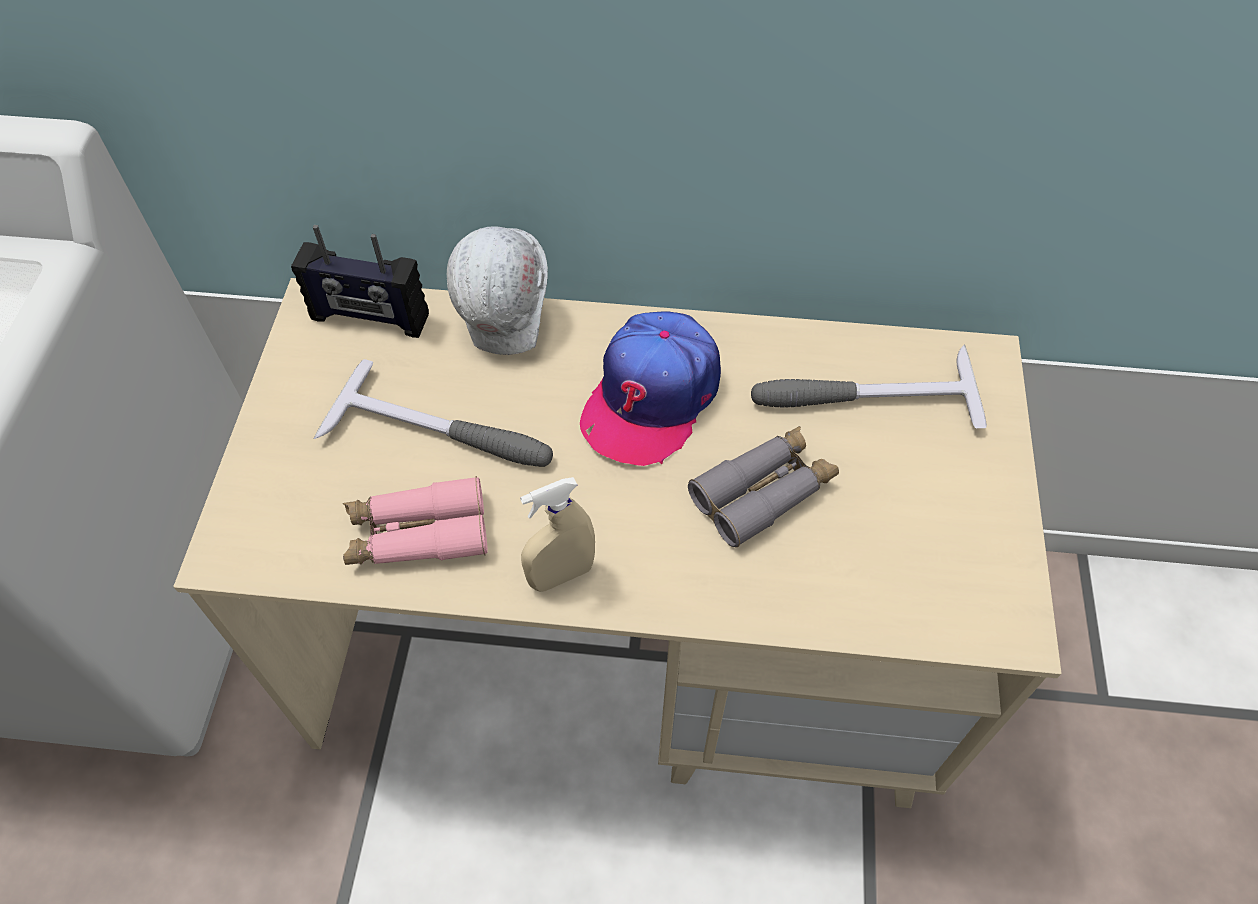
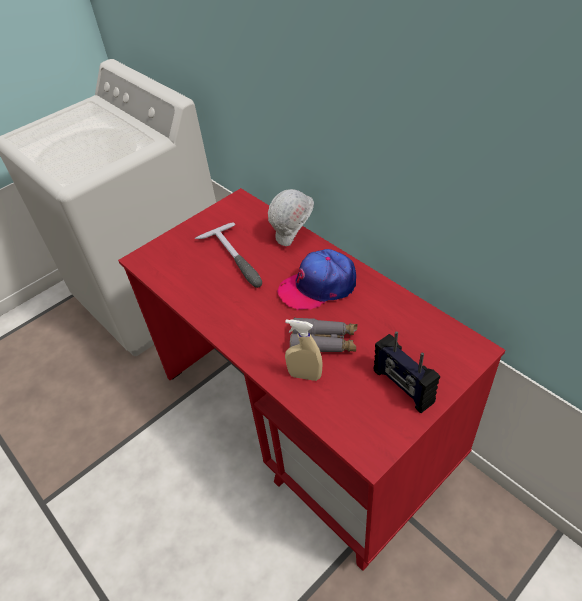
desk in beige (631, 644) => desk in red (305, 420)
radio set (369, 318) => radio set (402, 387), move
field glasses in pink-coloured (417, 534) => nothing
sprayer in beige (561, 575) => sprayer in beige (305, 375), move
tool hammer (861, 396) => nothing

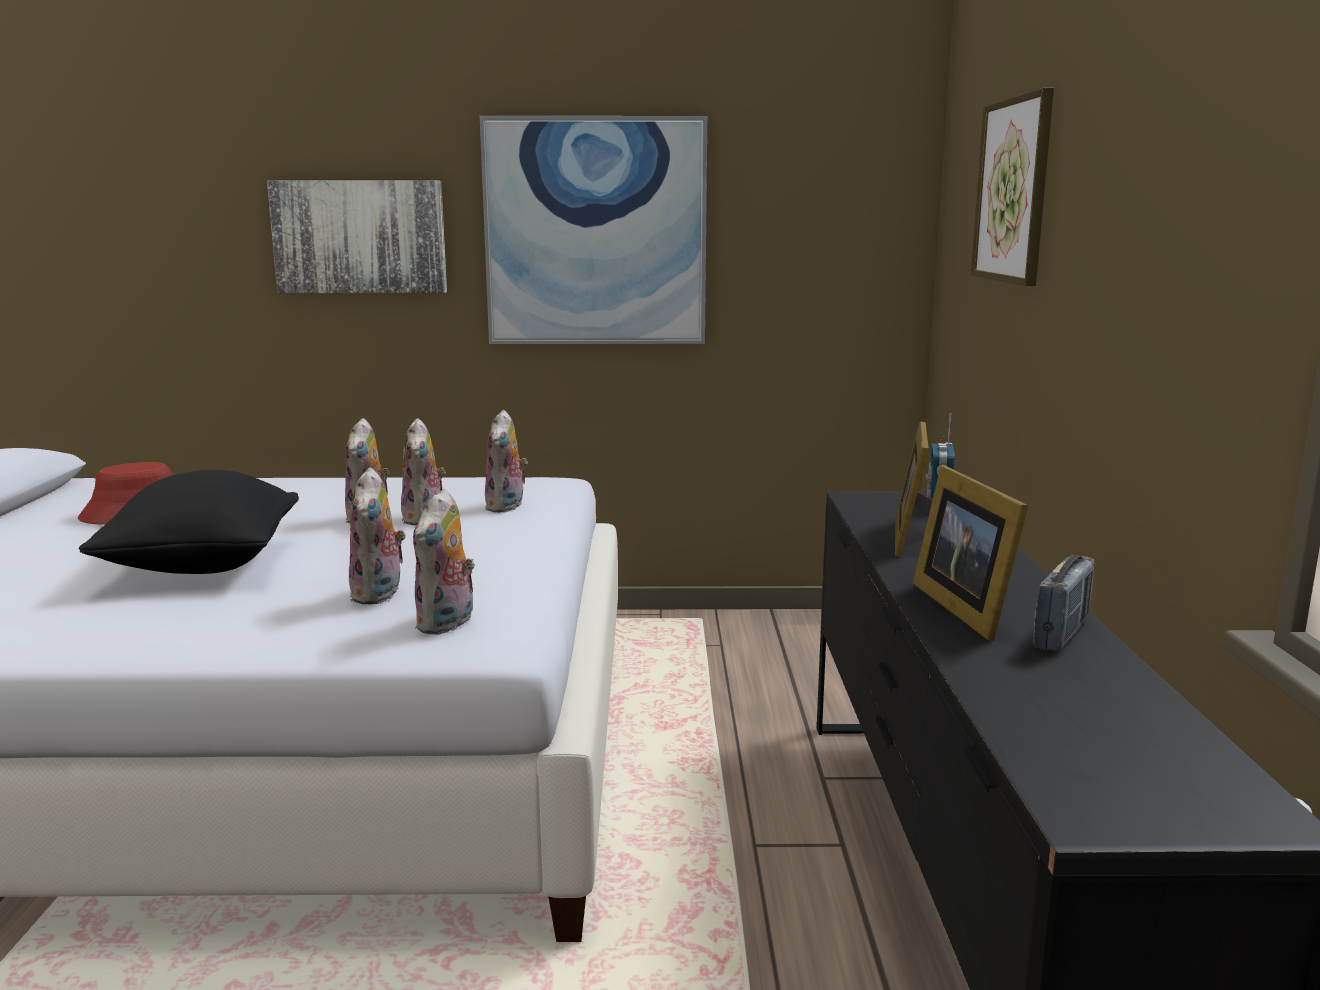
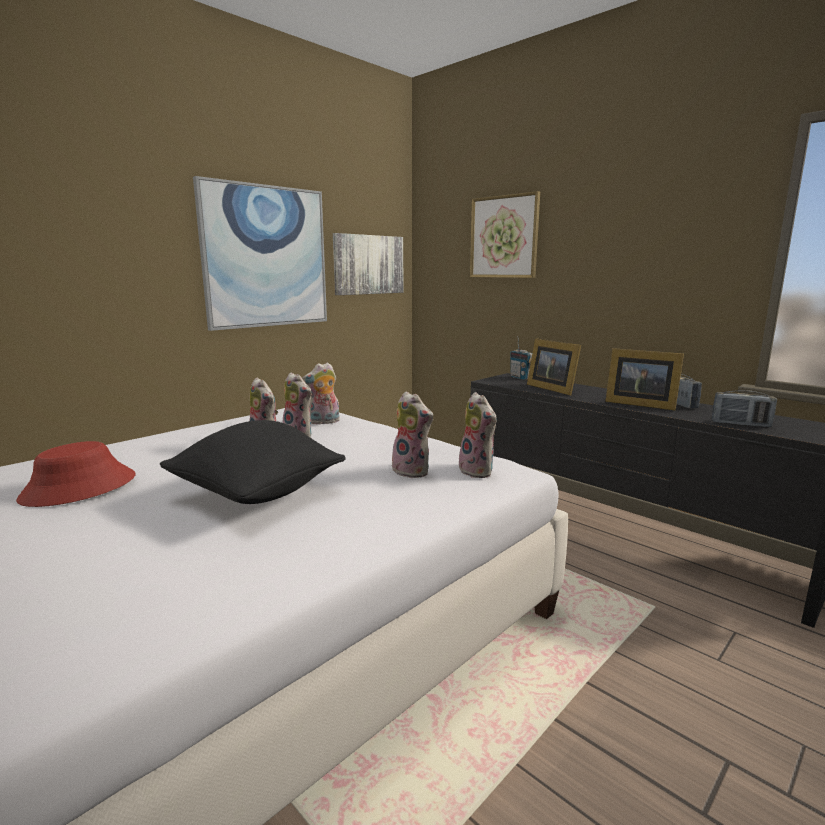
wall art (360, 237) => wall art (368, 264), move
soft toy (507, 507) => soft toy (324, 422), 105 degrees clockwise
nothing => radio set (740, 424)

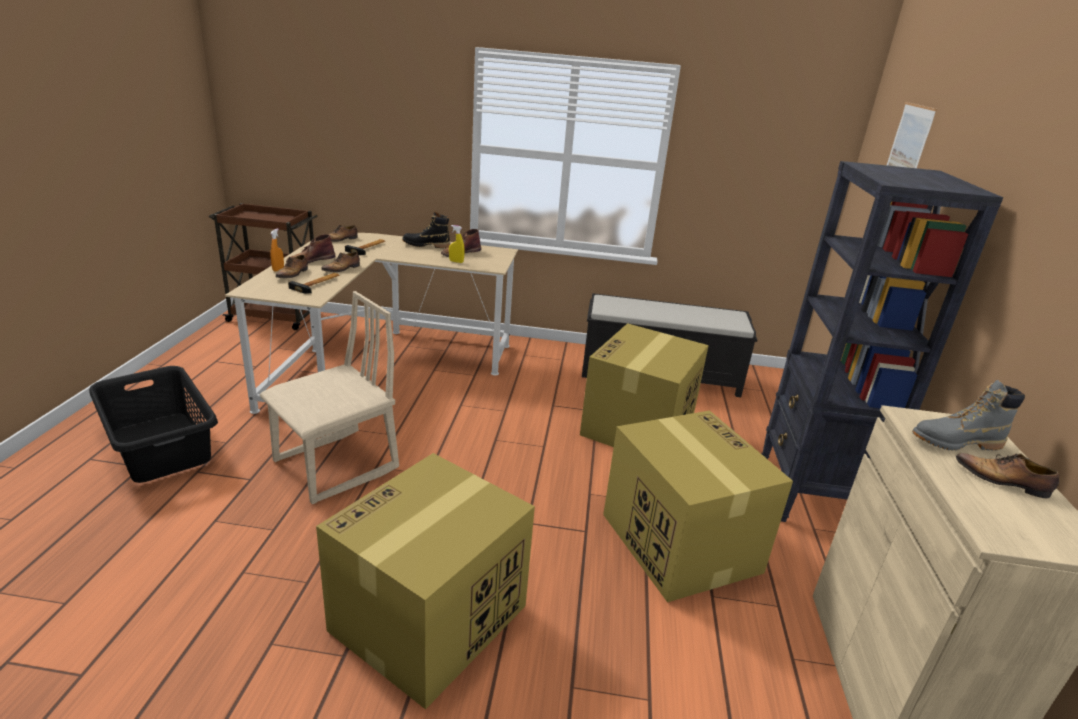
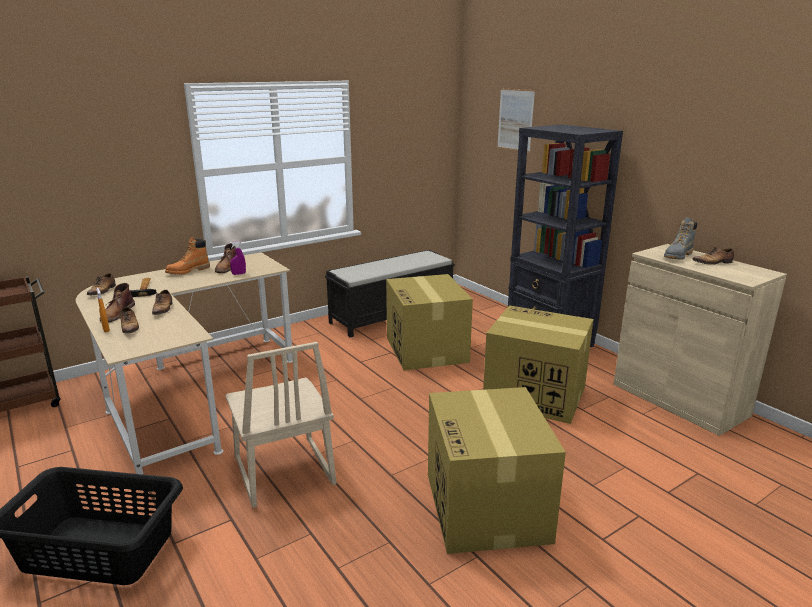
plain chair in beige (336, 466) => plain chair in beige (282, 472), 150 degrees clockwise
tool hammer (318, 284) => nothing
high-top boot in black-coloured (426, 245) => high-top boot in orange-coloured (188, 271)
sprayer in yellow-coloured (456, 261) => sprayer in purple-coloured (239, 274)

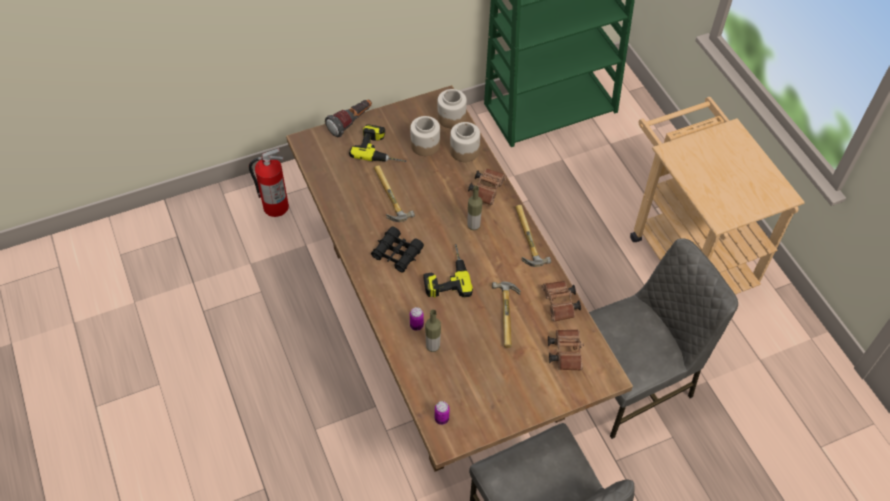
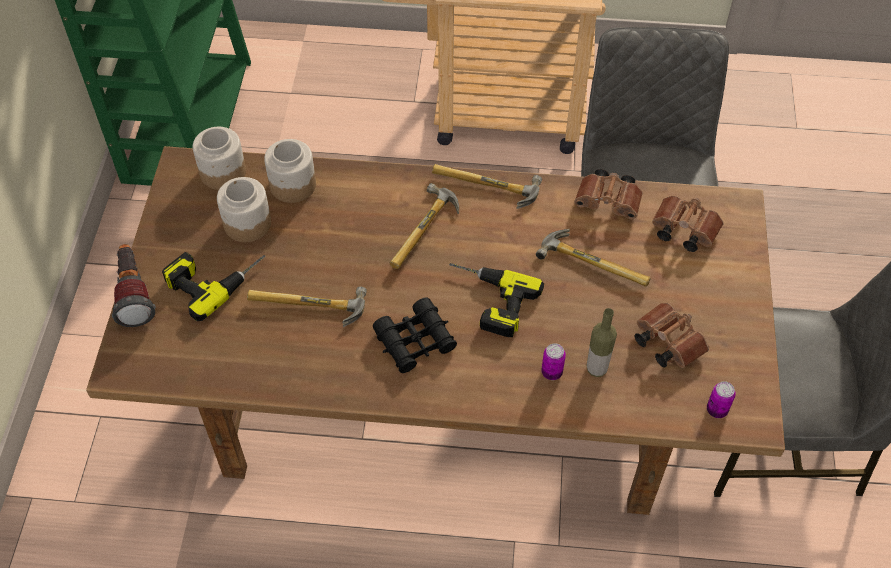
fire-fighting cylinder (275, 207) => nothing
bottle (473, 226) => tool hammer (427, 233)
field glasses in brown-coloured (487, 189) => field glasses in brown-coloured (666, 342), move

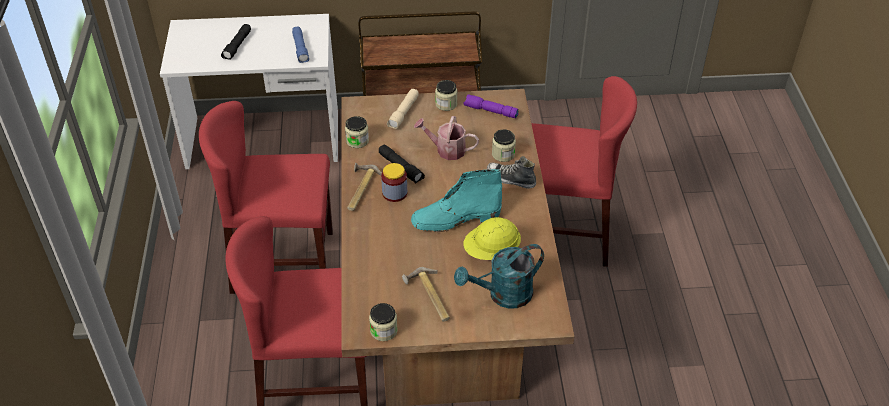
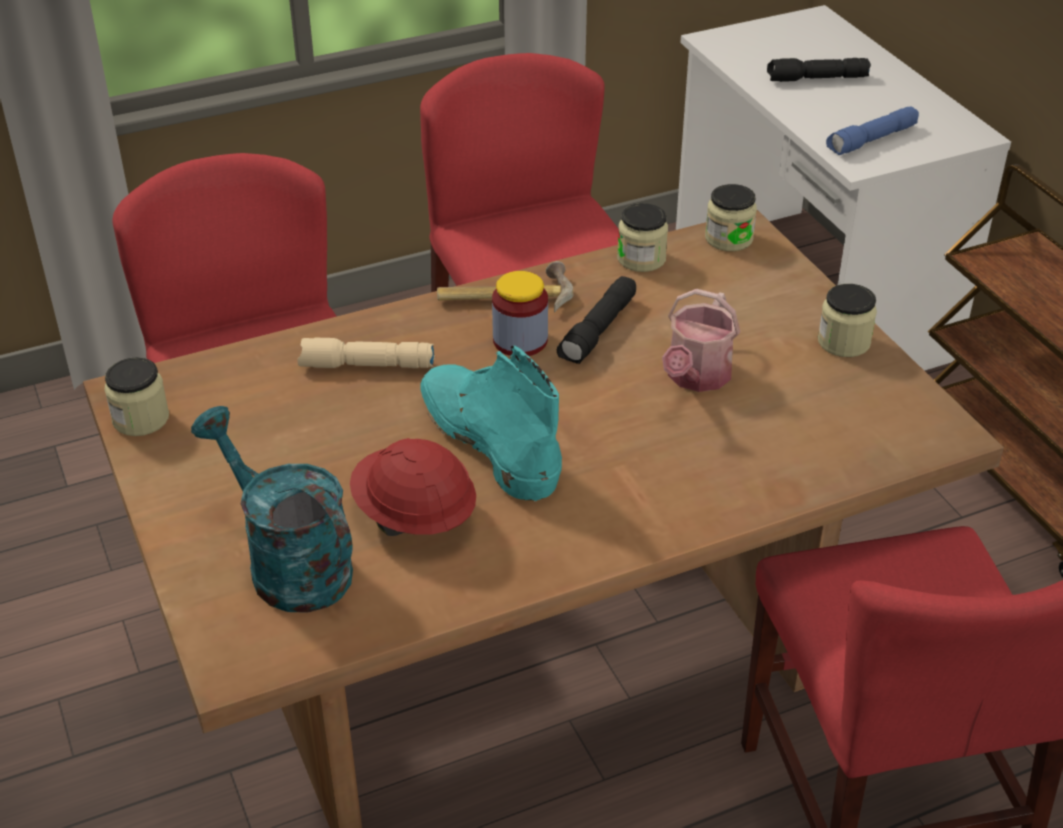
hand torch in beige (404, 113) => hand torch in beige (366, 366), move
tool hammer (429, 297) => nothing
sprinkling can (446, 150) => sprinkling can (695, 377), 150 degrees counterclockwise
work helmet in yellow-coloured (491, 252) => work helmet in red (413, 516)
hand torch in purple-coloured (490, 111) => nothing
item of footwear (510, 179) => nothing
preserve jar (503, 154) => preserve jar (729, 239), move

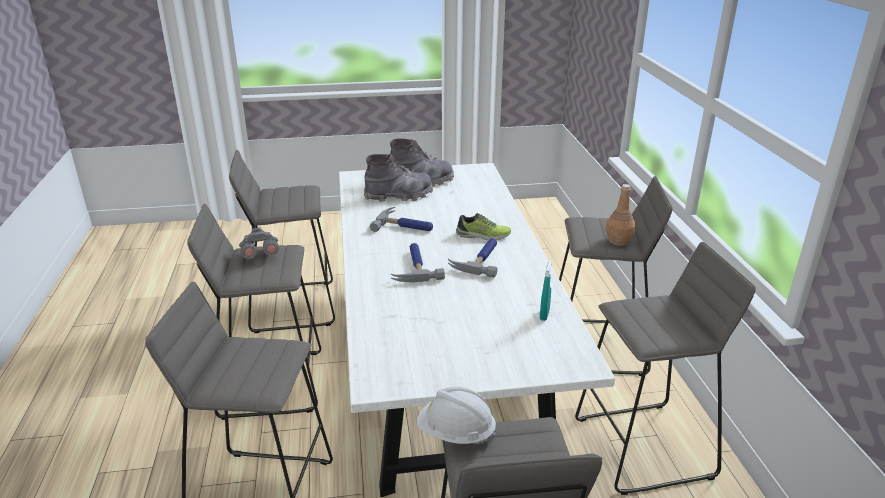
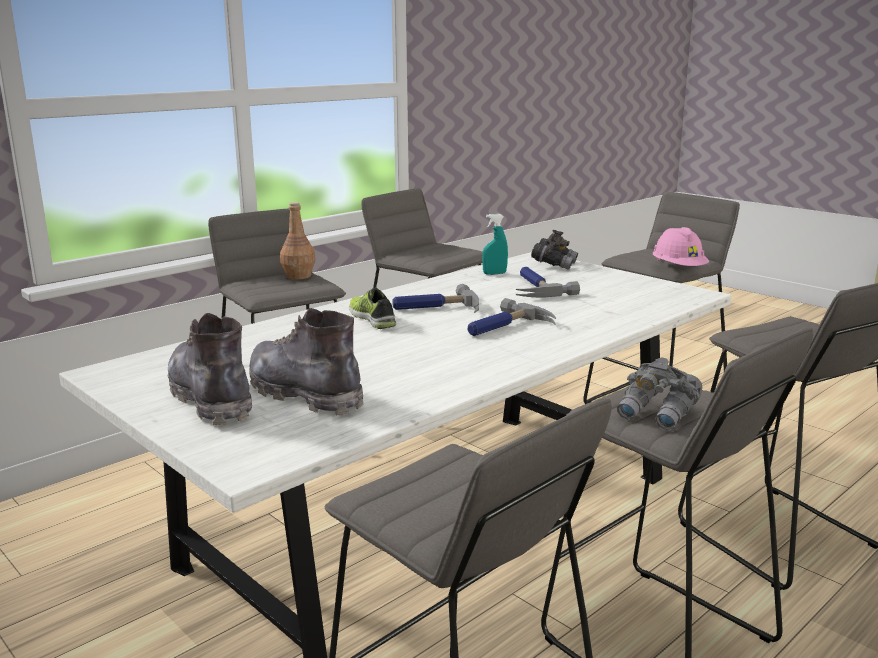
tool hammer (405, 226) => tool hammer (534, 288), move
work helmet in white-coloured (455, 433) => work helmet in pink-coloured (678, 269)
nothing => field glasses in grey (554, 265)

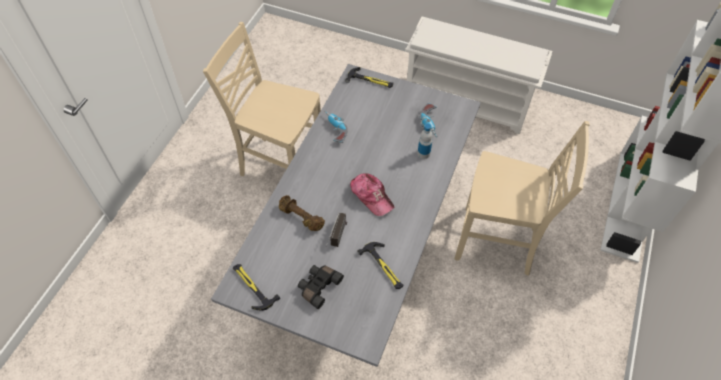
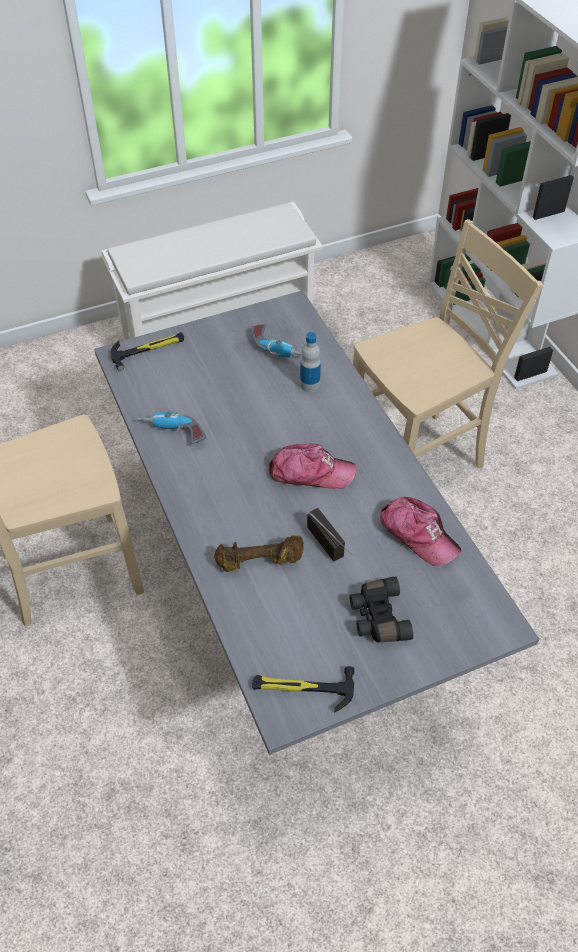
tool hammer (383, 267) => cap (418, 534)

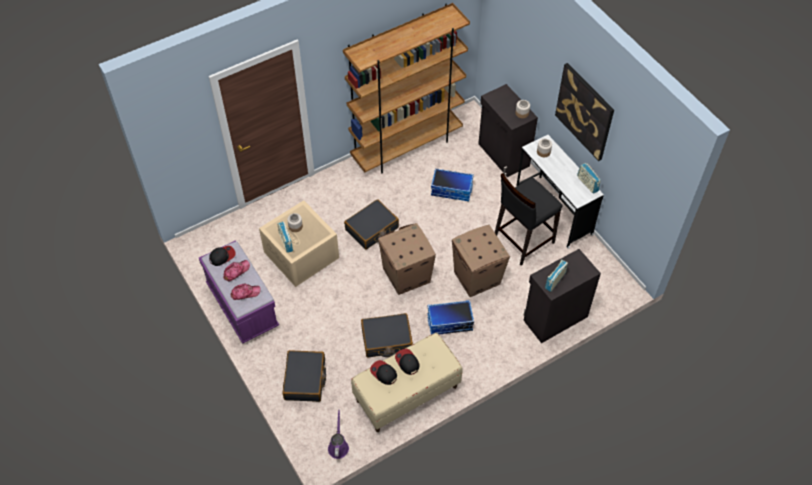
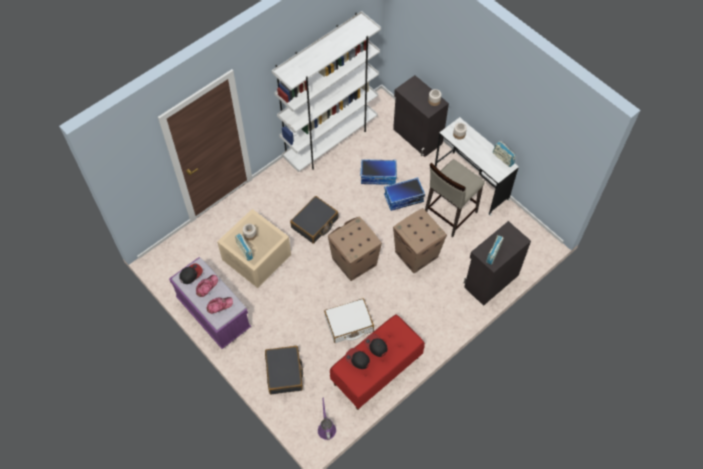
bookshelf in brown-coloured (407, 147) => bookshelf in white-coloured (330, 141)
long seat in beige (407, 394) => long seat in red (376, 371)
travel case in black-coloured (387, 340) => travel case in white-coloured (349, 324)
storage container (449, 323) => storage container (403, 199), move
stool seat in black-coloured (523, 240) => stool seat in beige (449, 214)
wall art (585, 111) => nothing

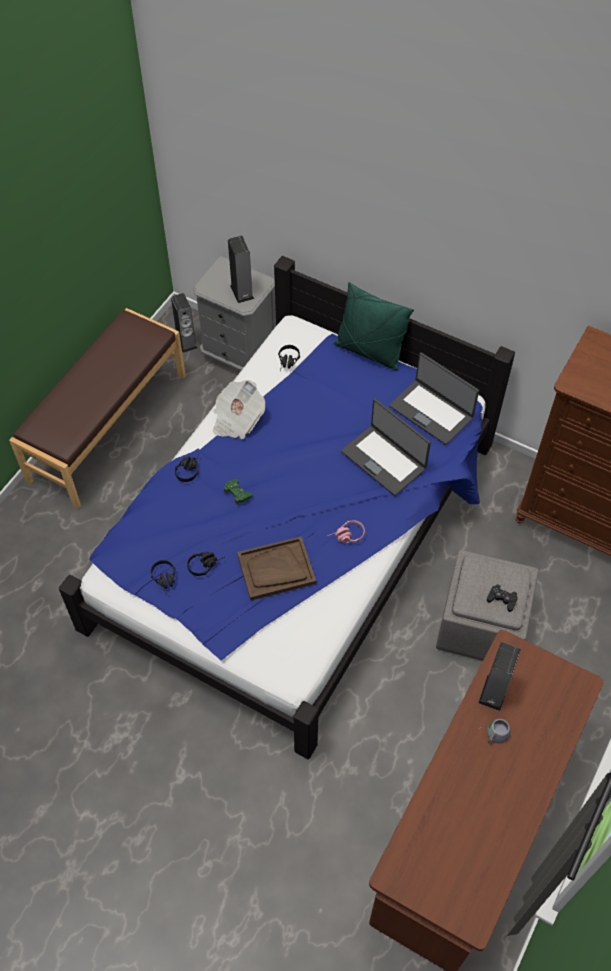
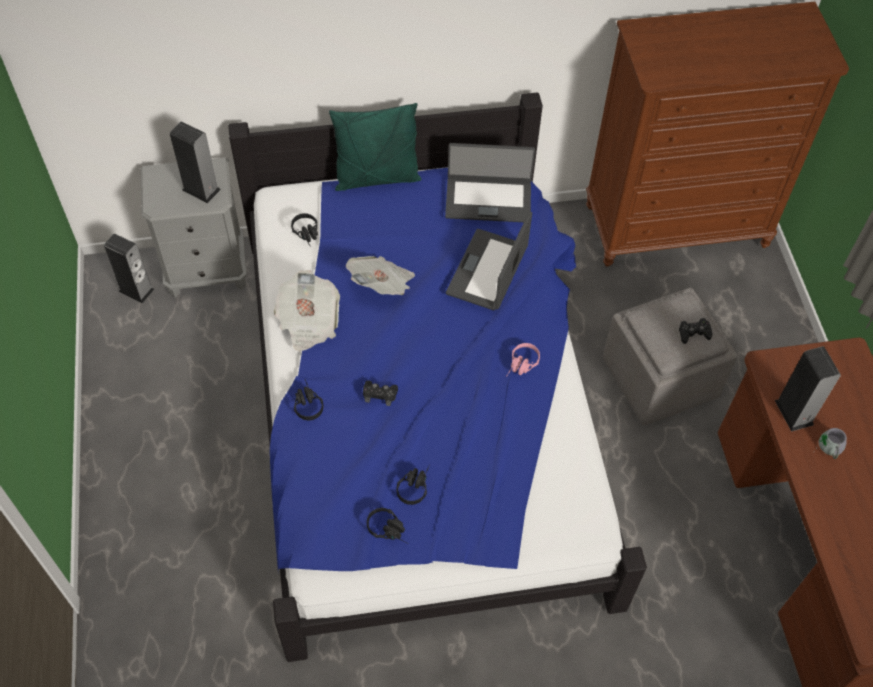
long seat in brown-coloured (107, 426) => nothing
game controller in green (237, 493) => game controller in black-coloured (380, 394)
serving tray in brown-coloured (276, 569) => nothing
notebook computer (384, 459) => notebook computer (488, 271), 105 degrees clockwise
nothing => newspaper (382, 285)

